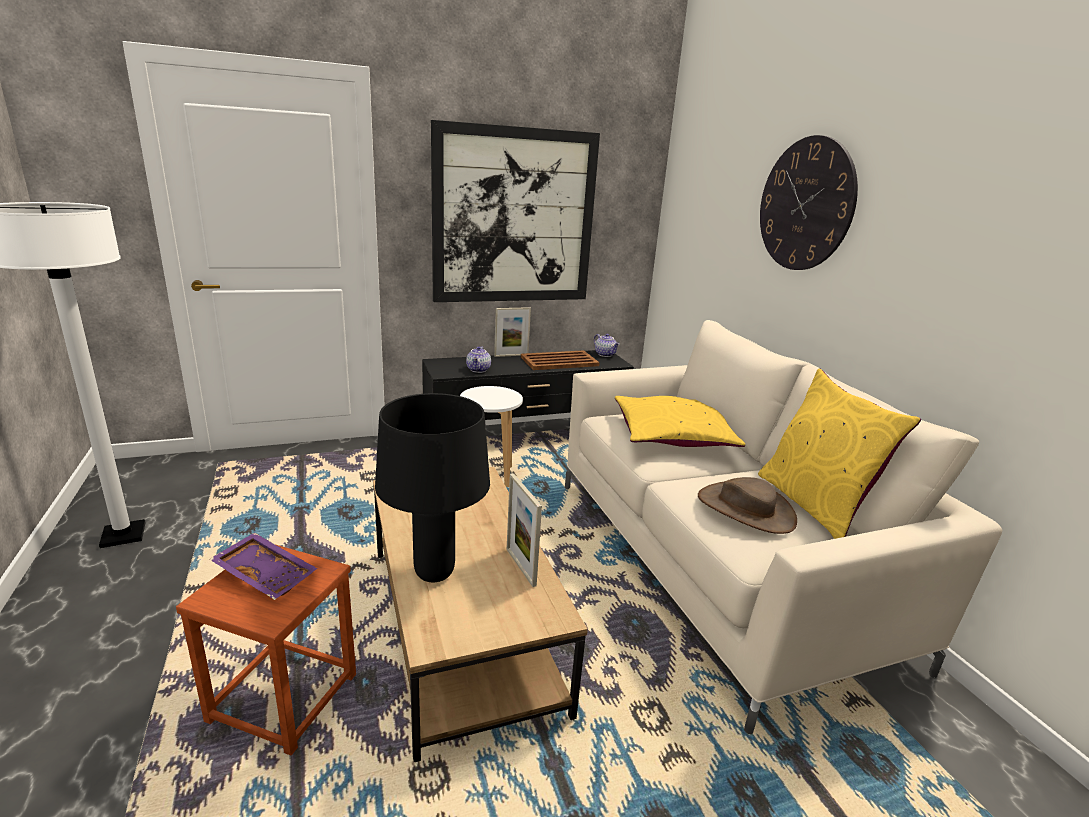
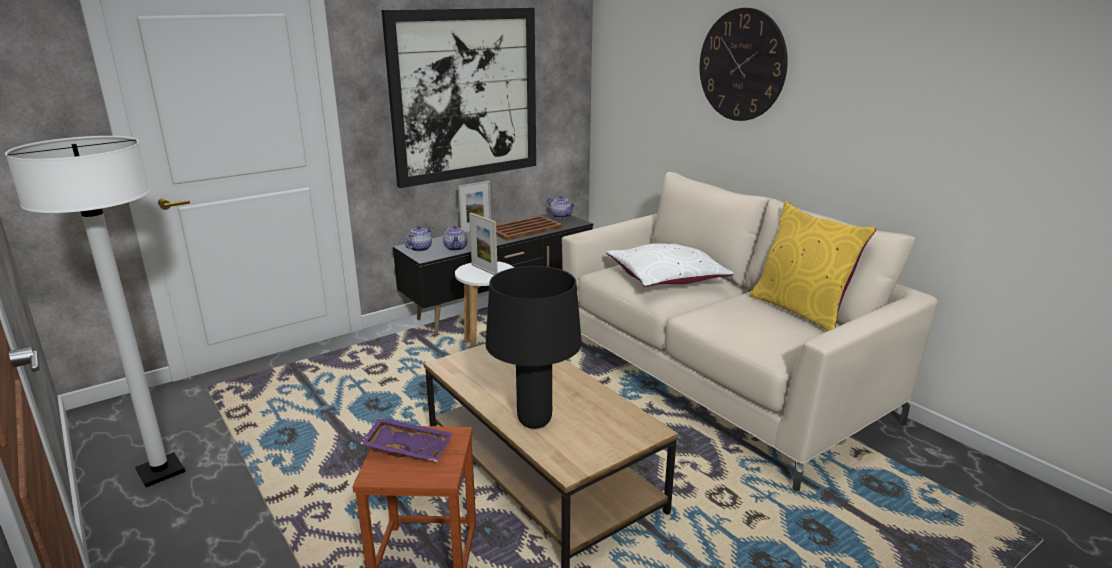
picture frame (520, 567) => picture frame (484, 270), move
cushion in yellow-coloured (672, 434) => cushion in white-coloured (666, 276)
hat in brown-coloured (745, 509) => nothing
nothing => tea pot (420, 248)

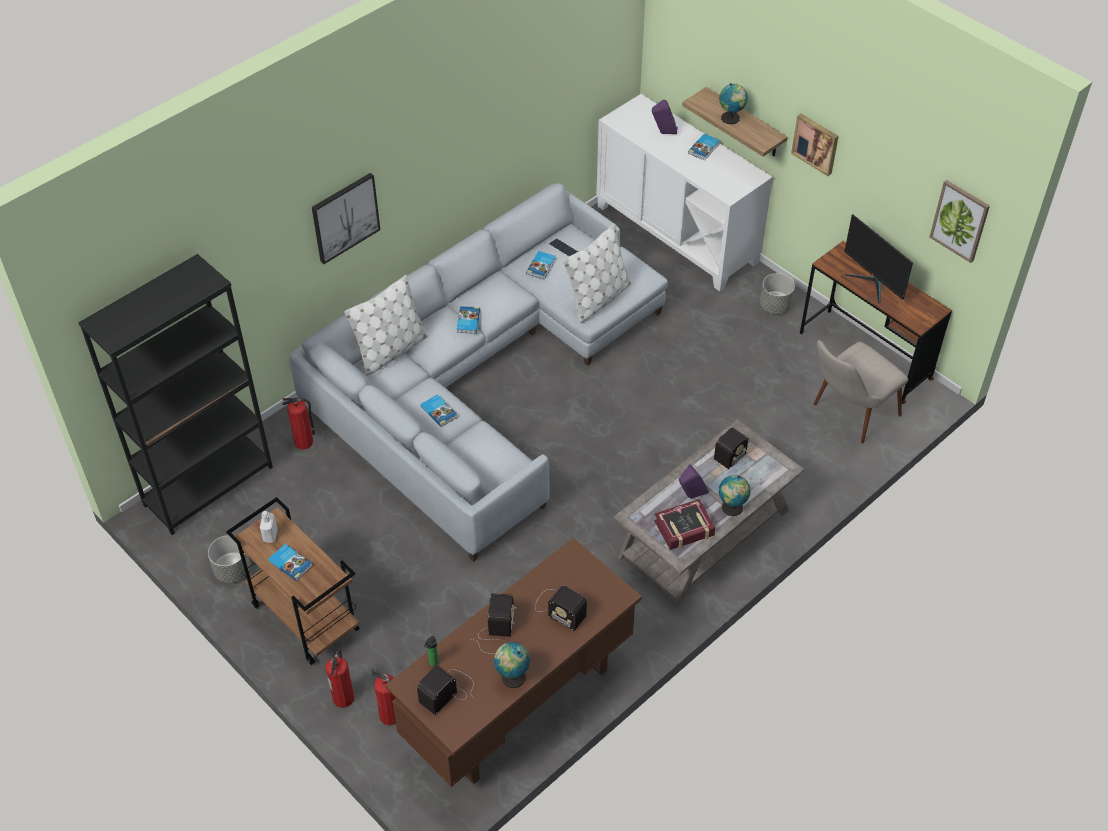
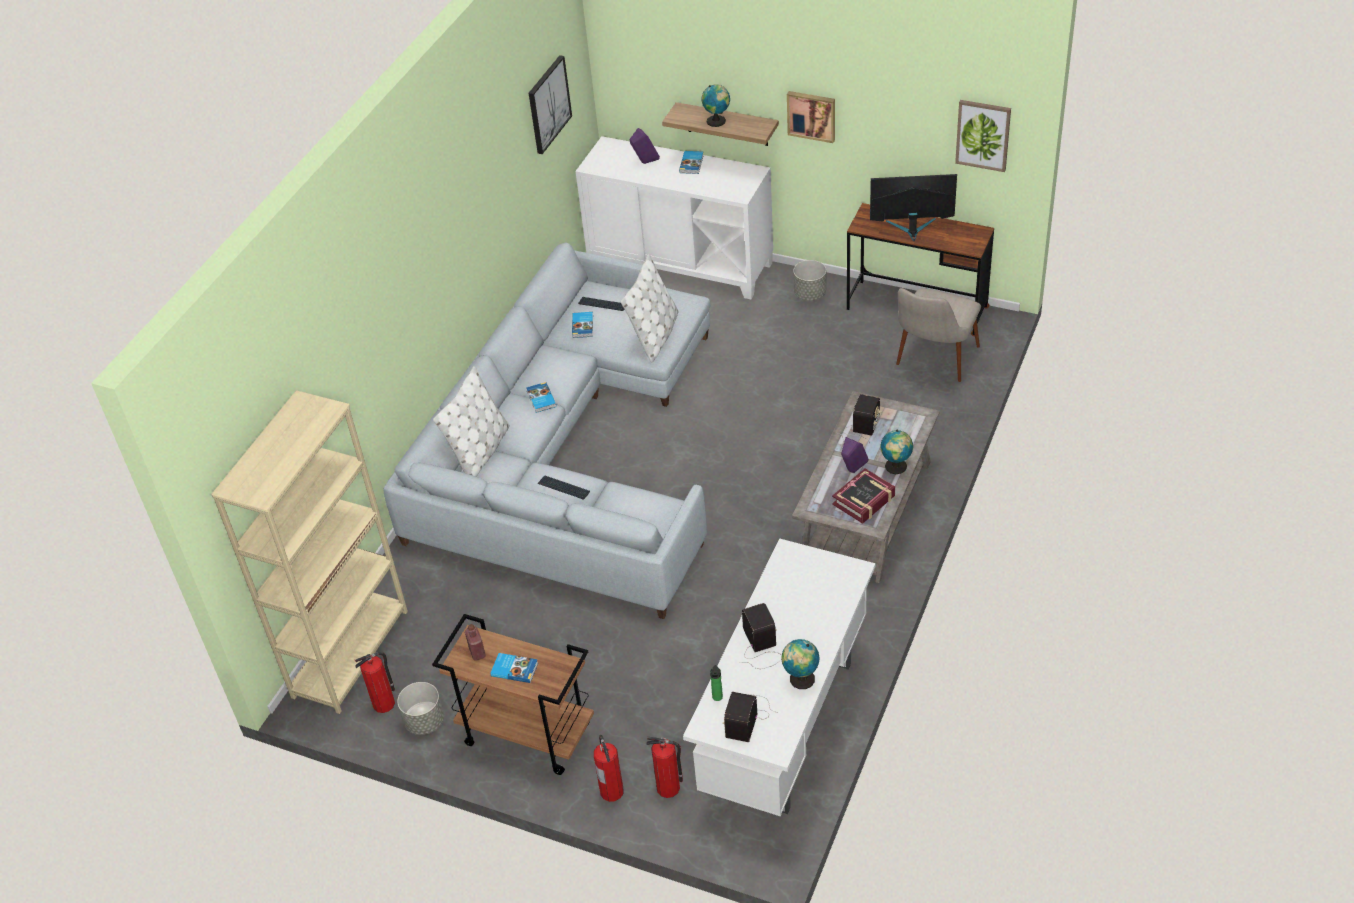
bookshelf in black-coloured (209, 486) => bookshelf in beige (350, 653)
bottle in white-coloured (270, 535) => bottle in red (477, 652)
fire-fighting cylinder (304, 442) => fire-fighting cylinder (384, 703), move
wall art (345, 217) => wall art (548, 104), move
desk in brown-coloured (519, 705) => desk in white-coloured (787, 727)
bound book (439, 411) => keyboard (563, 488)
radio set (558, 608) => nothing
monitor (873, 282) => monitor (911, 228), 150 degrees clockwise

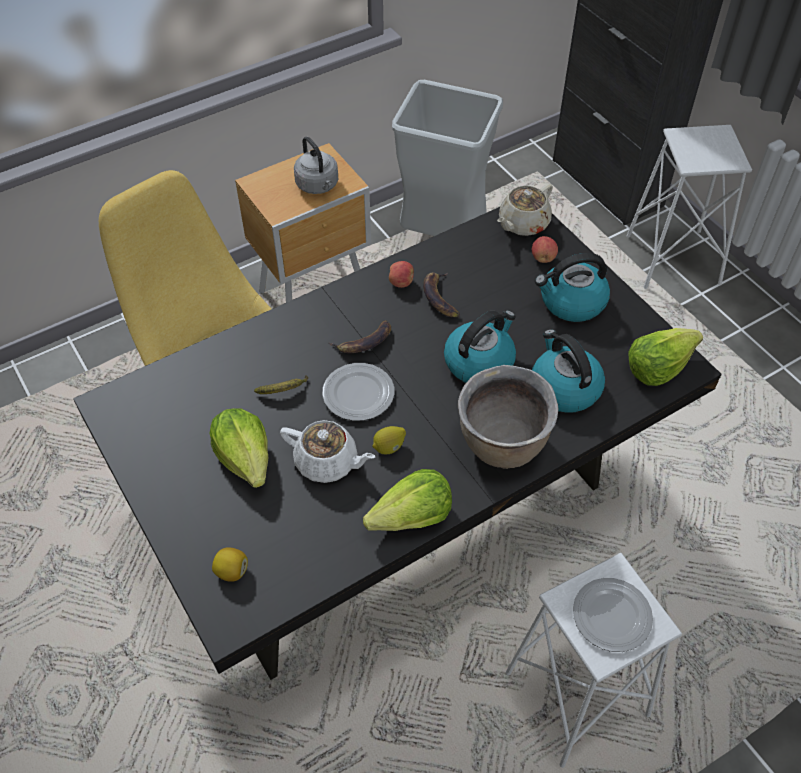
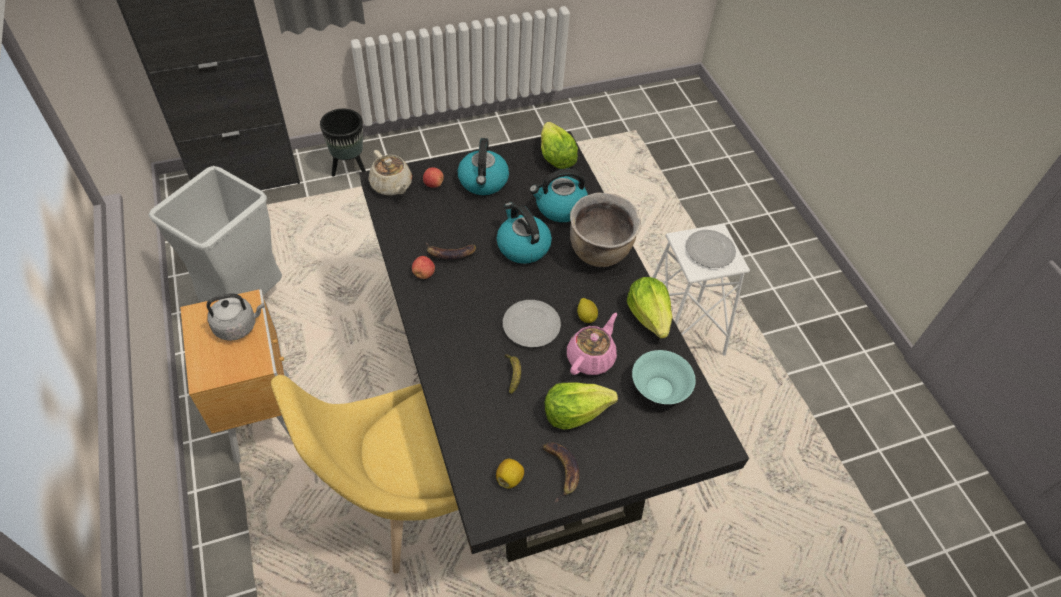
whole lemon (232, 571) => whole lemon (509, 478), move
tea pot in white-coloured (327, 462) => tea pot in pink-coloured (591, 357)
banana (364, 342) => banana (560, 471), move
stool seat in white-coloured (673, 260) => planter in black-coloured (350, 168)
nothing => bowl in blue-green (659, 389)

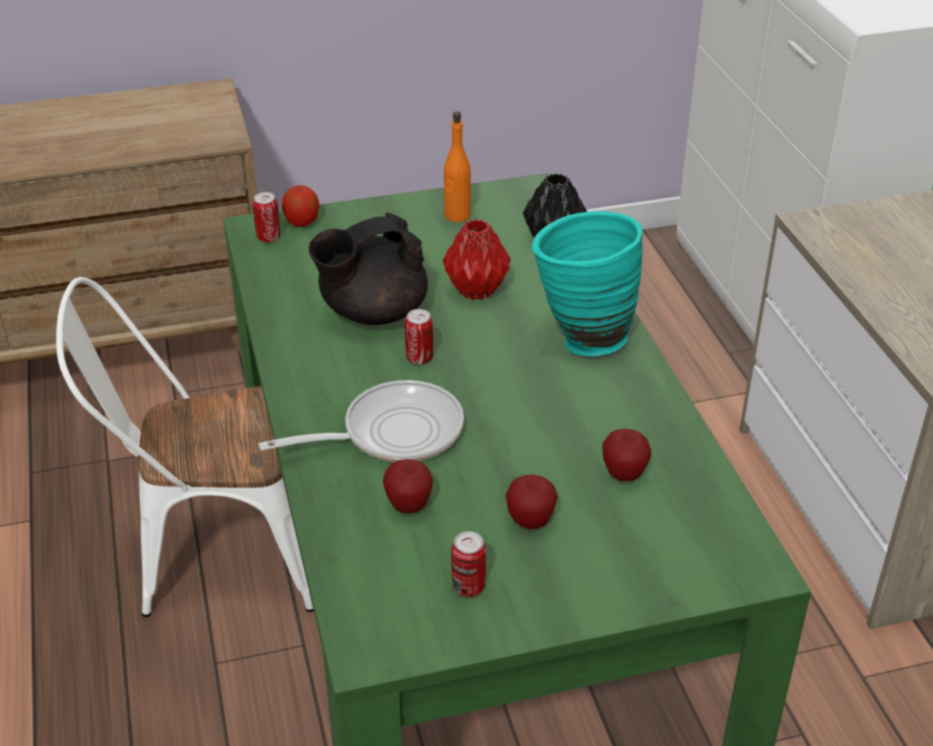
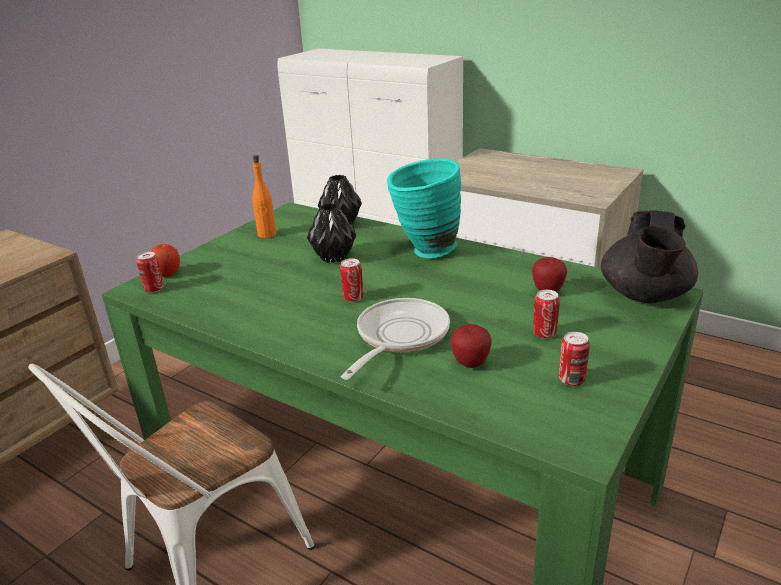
tea pot in black-coloured (372, 312) => tea pot in black-coloured (644, 296), move
flower vase in red (475, 290) => flower vase in black-coloured (333, 258)
apple fruit (530, 522) => metal can (544, 333)

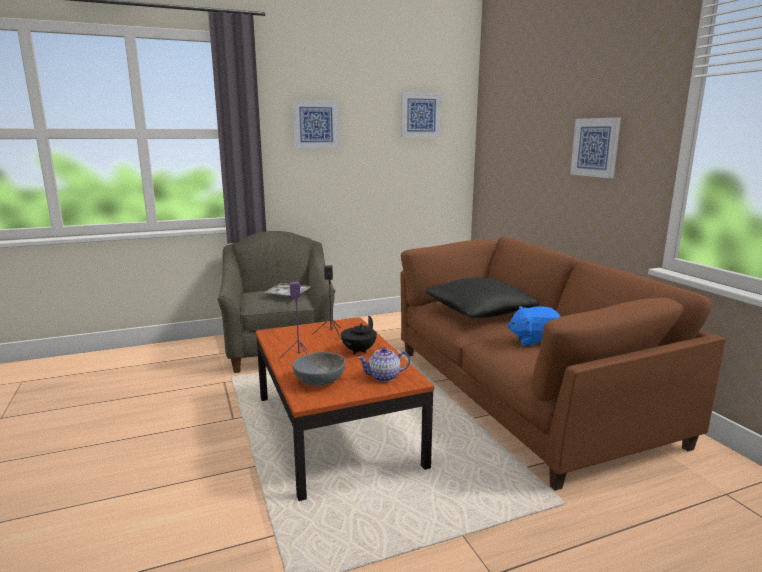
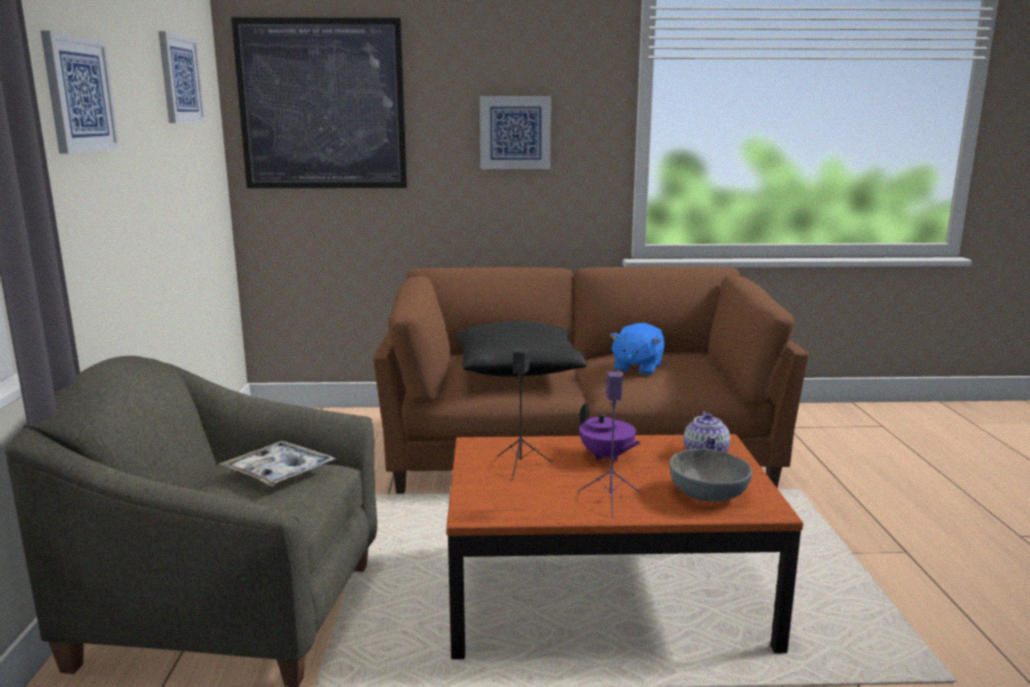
tea pot in black-coloured (358, 351) => tea pot in purple-coloured (606, 457)
nothing => wall art (322, 105)

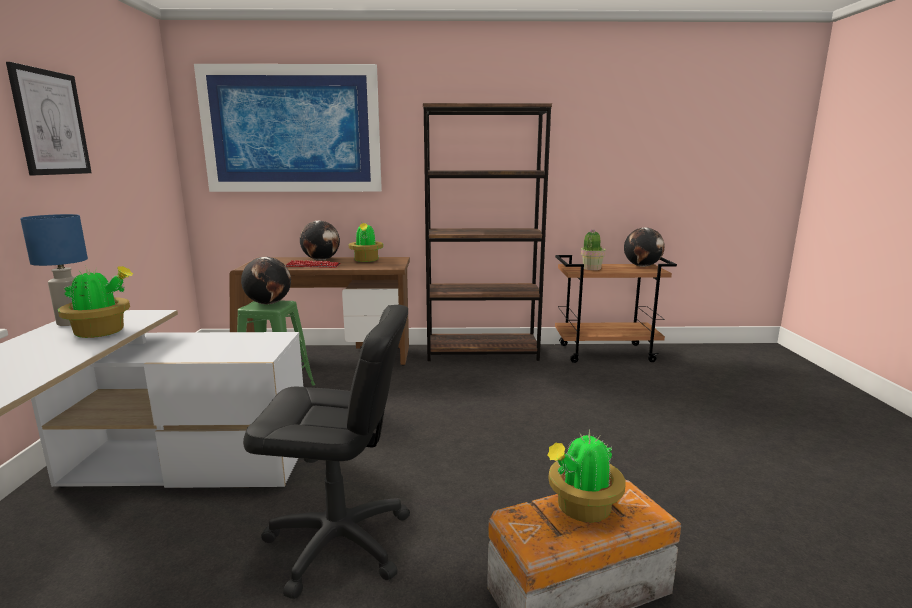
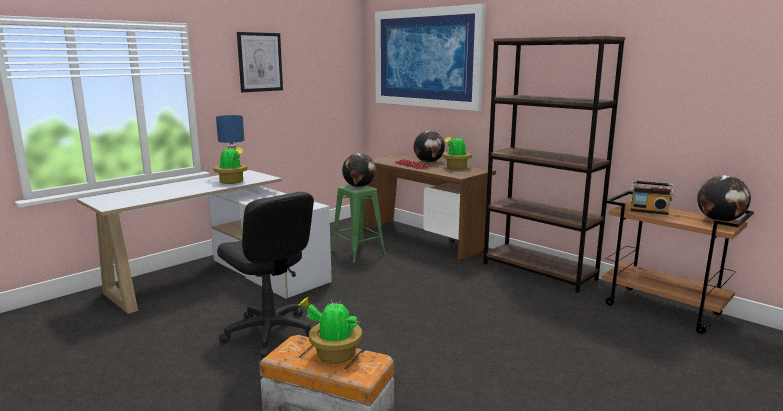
houseplant (591, 268) => radio set (649, 211)

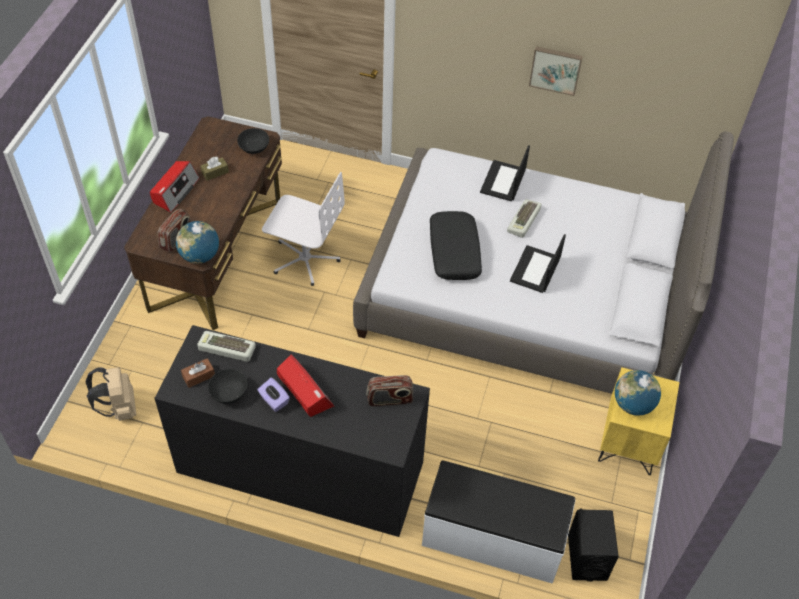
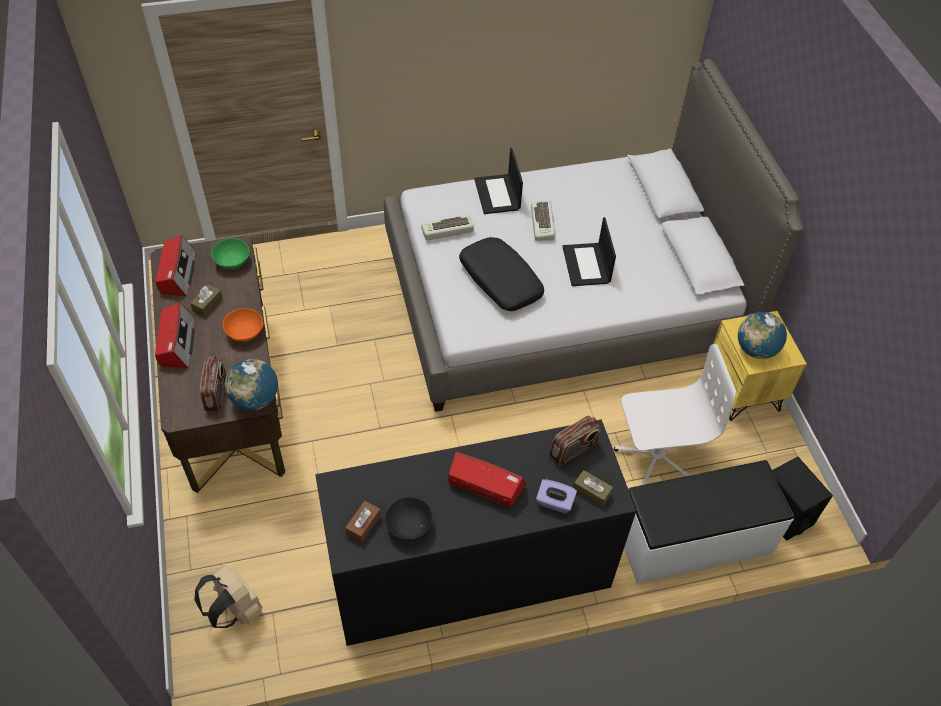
keyboard (226, 349) => keyboard (447, 231), move
bowl in black-coloured (254, 148) => bowl in green (232, 261)
tissue holder in purple-coloured (274, 400) => tissue holder in purple-coloured (554, 502), move
computer chair in white-coloured (305, 259) => computer chair in white-coloured (655, 455), move
wall art (555, 69) => nothing
nothing => radio set (177, 273)
nothing => bowl in orange-coloured (245, 332)
nothing => tissue holder in brown-coloured (591, 492)

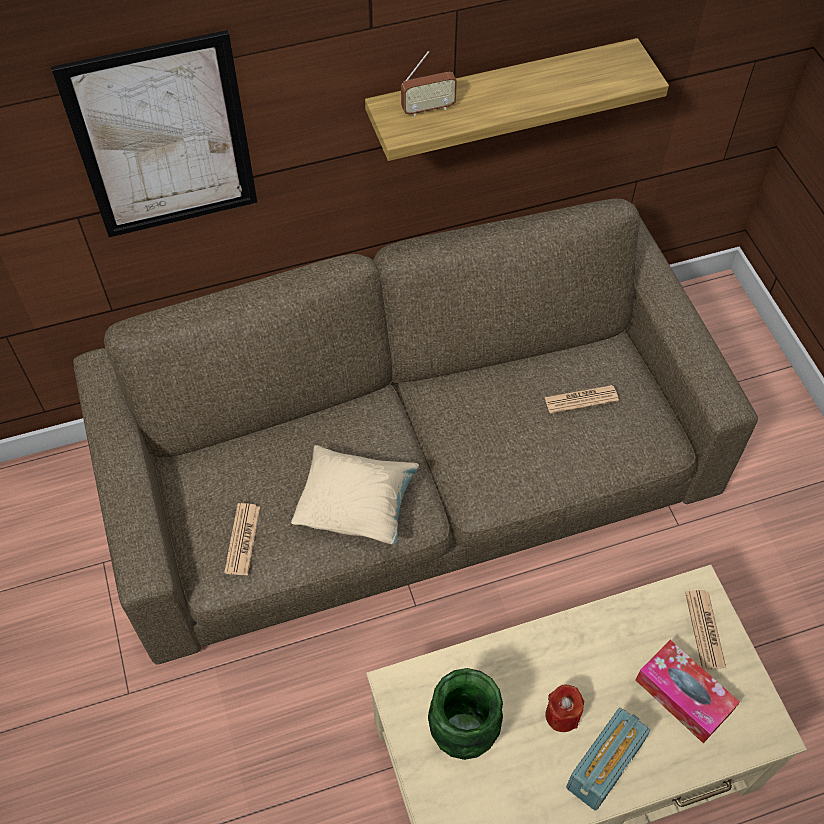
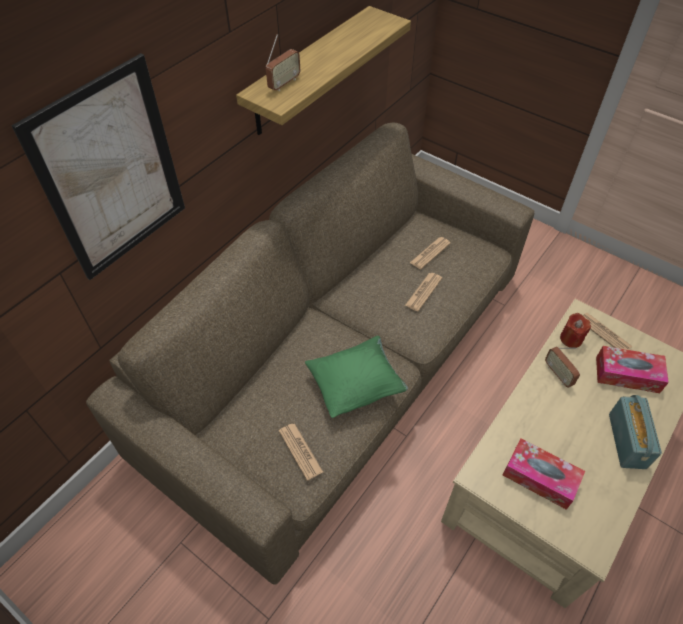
cushion in beige (356, 507) => cushion in green (356, 386)
flower vase in green (462, 734) => tissue holder (540, 477)
candle in red (562, 715) => candle in red (571, 339), move
nothing => newspaper (423, 292)
nothing => radio set (558, 374)

